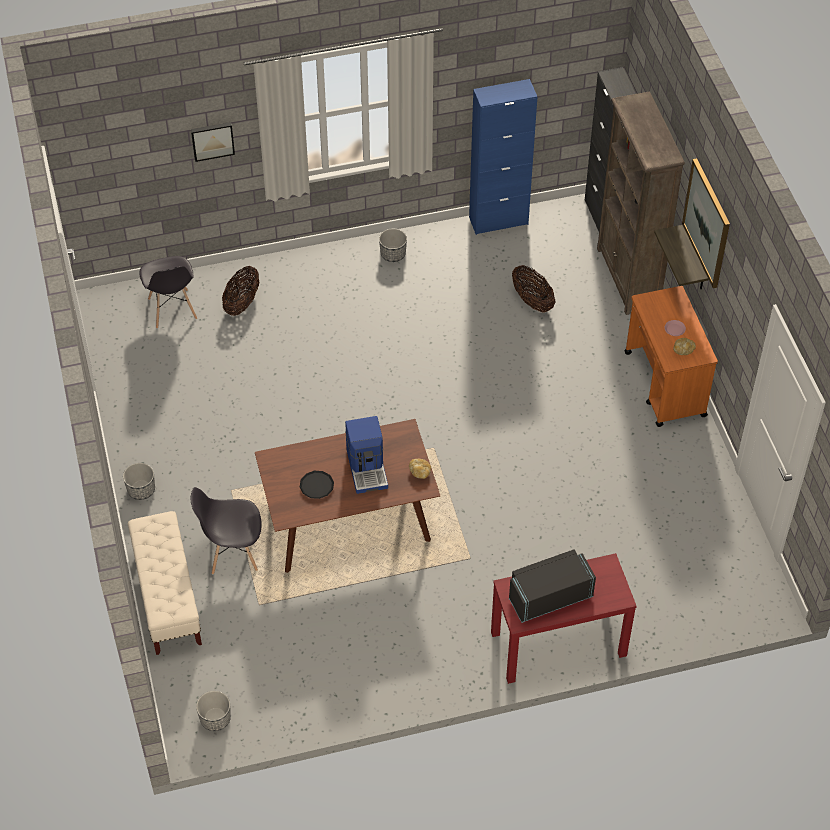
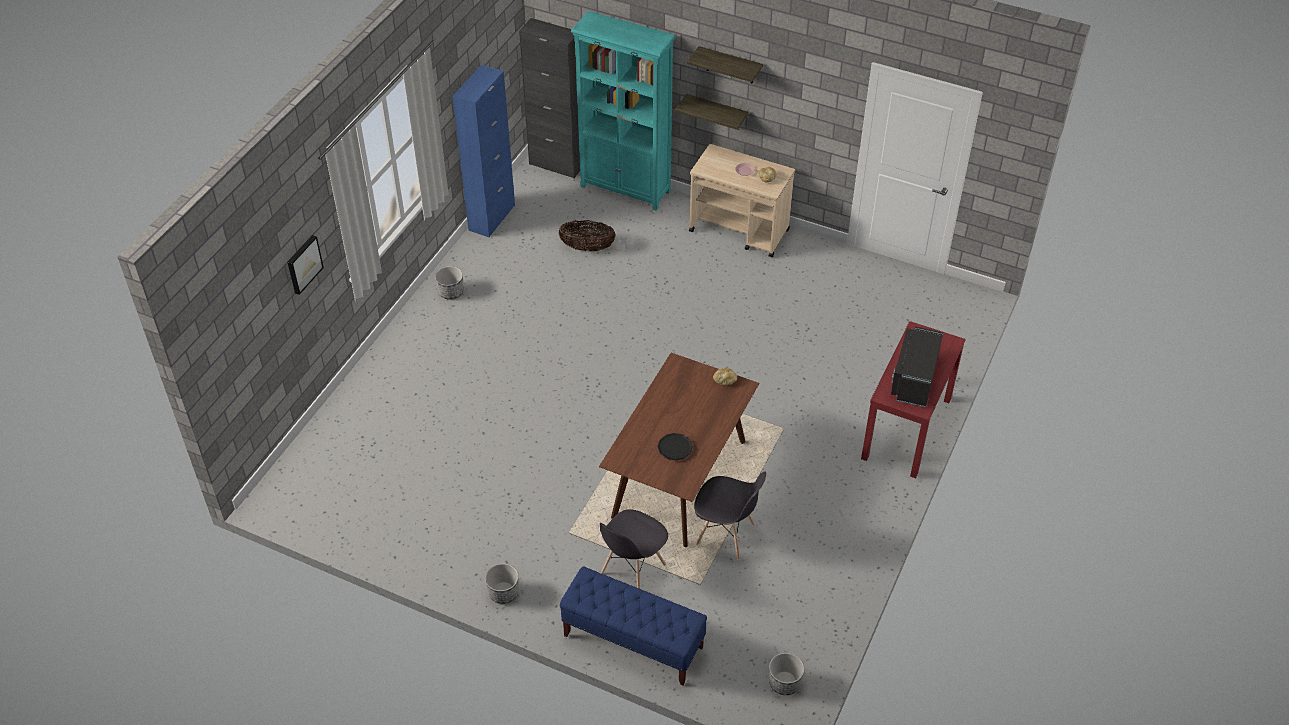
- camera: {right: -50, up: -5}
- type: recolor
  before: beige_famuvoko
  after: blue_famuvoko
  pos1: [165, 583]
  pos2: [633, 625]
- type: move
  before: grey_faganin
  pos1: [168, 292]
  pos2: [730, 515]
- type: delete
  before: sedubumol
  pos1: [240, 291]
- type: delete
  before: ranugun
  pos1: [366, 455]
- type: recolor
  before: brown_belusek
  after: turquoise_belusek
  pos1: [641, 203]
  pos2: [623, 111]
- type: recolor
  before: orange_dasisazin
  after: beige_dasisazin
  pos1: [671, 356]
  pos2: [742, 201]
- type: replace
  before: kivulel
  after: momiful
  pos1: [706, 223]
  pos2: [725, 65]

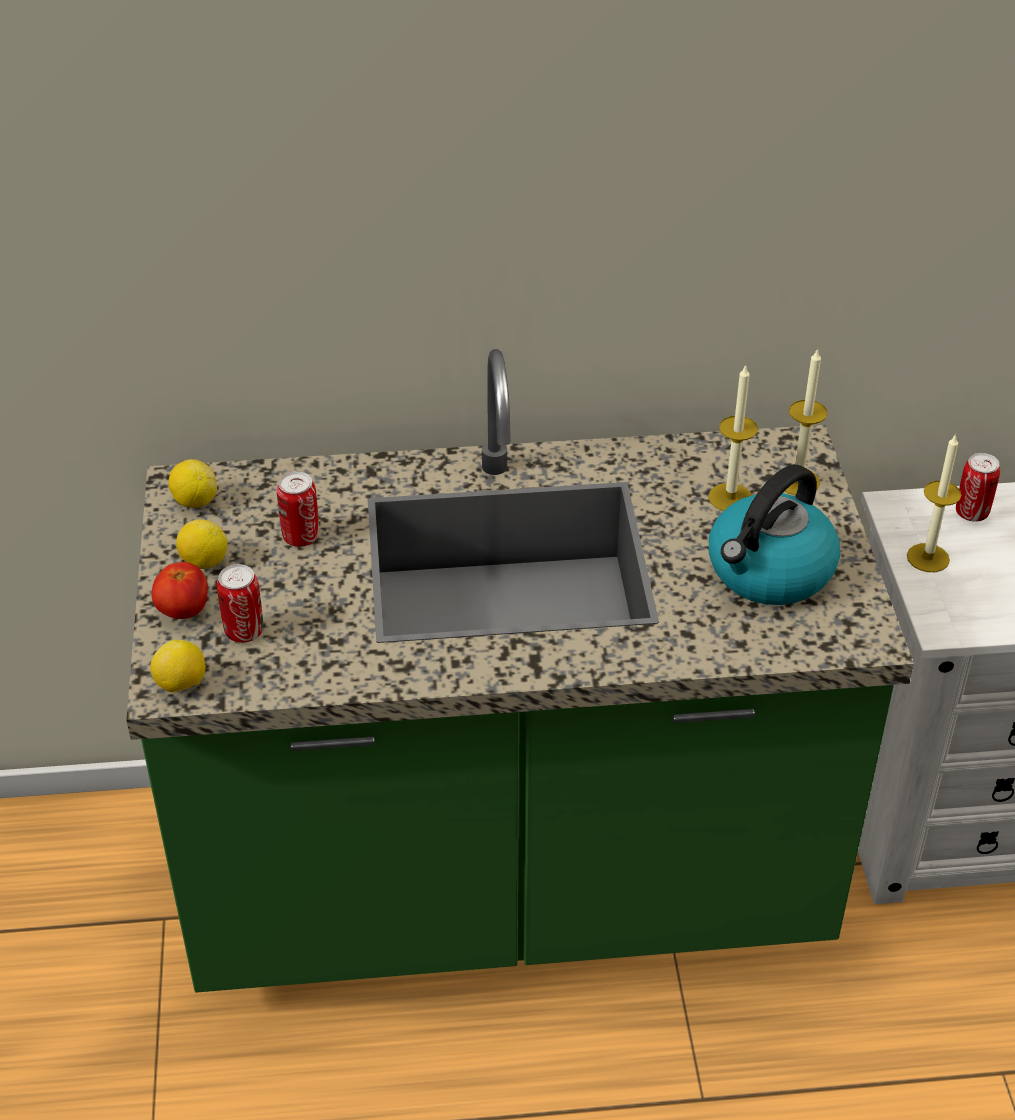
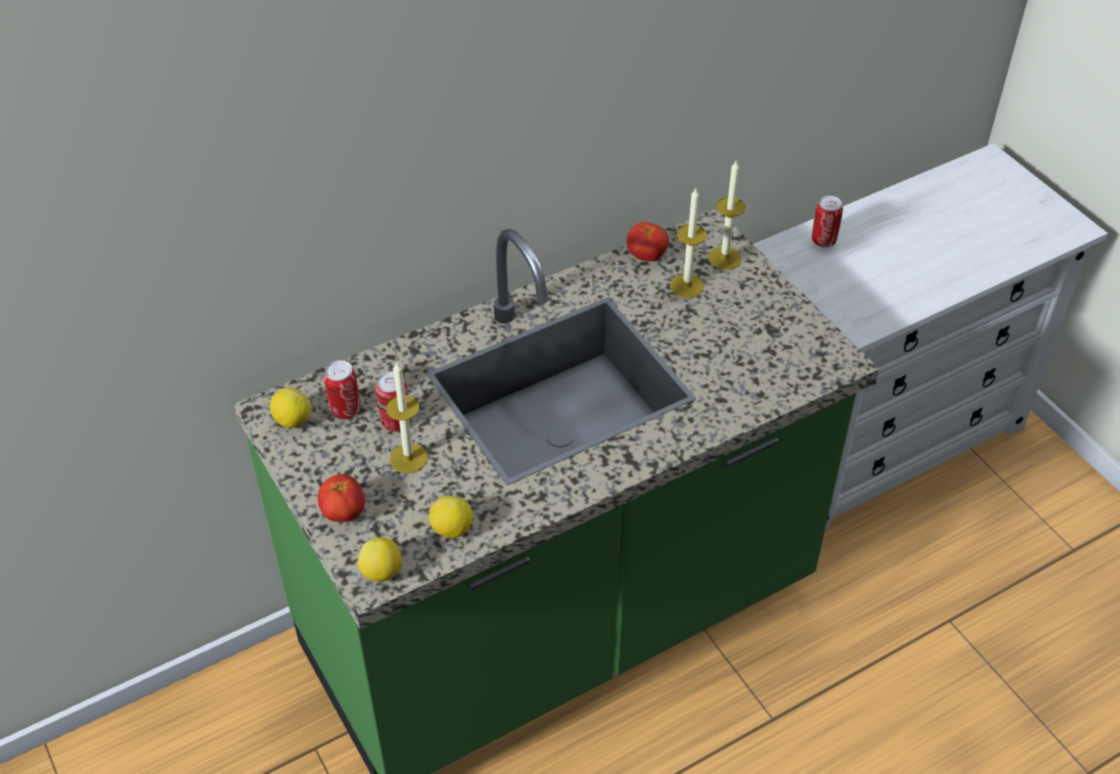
- camera: {right: -25, up: 5}
- type: move
  before: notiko
  pos1: [202, 544]
  pos2: [451, 517]
- type: move
  before: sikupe
  pos1: [240, 603]
  pos2: [342, 389]
- type: delete
  before: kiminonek
  pos1: [774, 534]
- type: move
  before: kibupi
  pos1: [934, 503]
  pos2: [407, 417]
- type: insert
  after: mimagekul
  pos2: [648, 241]

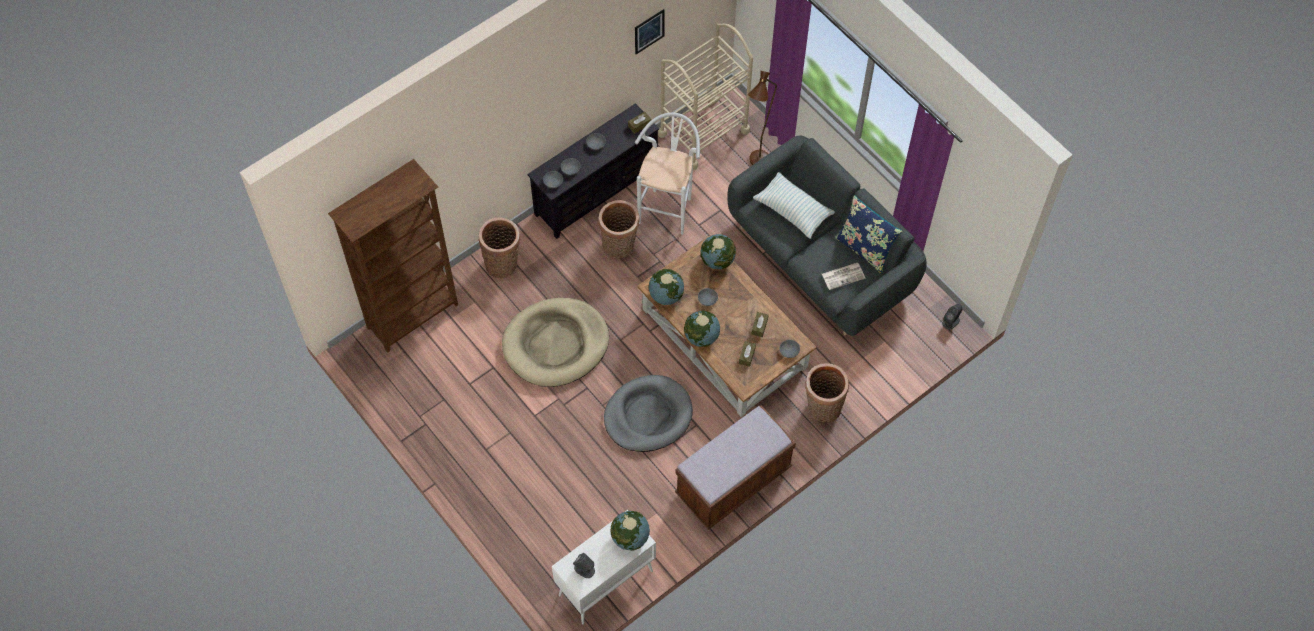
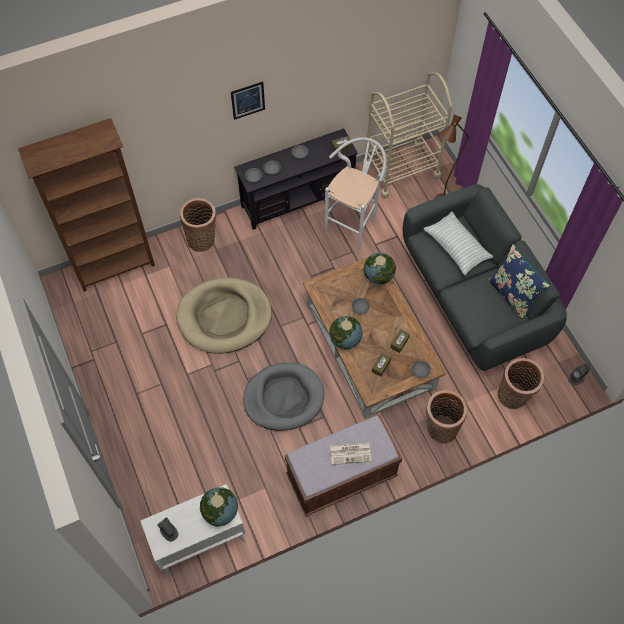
- camera: {right: 15, up: 0}
- type: move
  before: sedubumol
  pos1: [619, 229]
  pos2: [520, 383]
- type: move
  before: kivulel
  pos1: [650, 31]
  pos2: [248, 100]
- type: delete
  before: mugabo
  pos1: [666, 287]
- type: move
  before: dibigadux
  pos1: [843, 276]
  pos2: [350, 454]

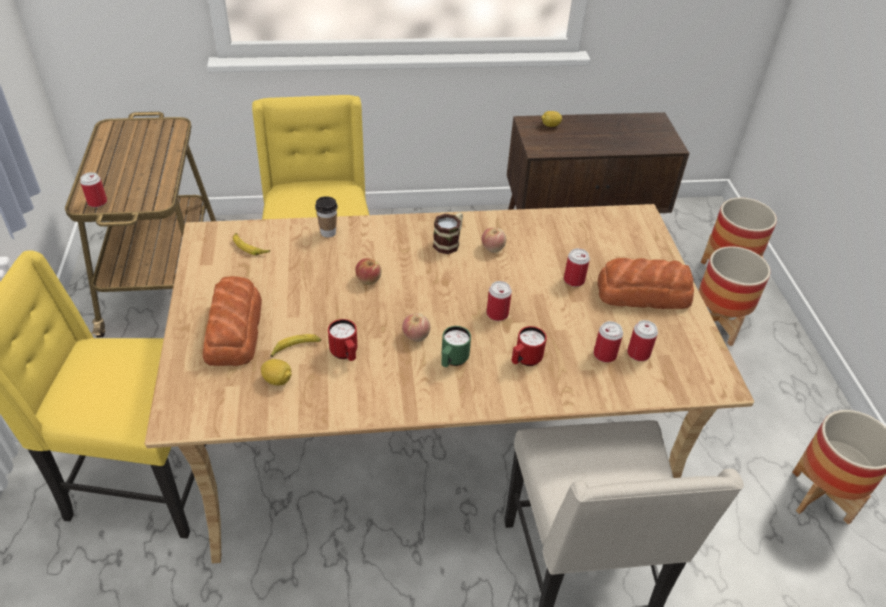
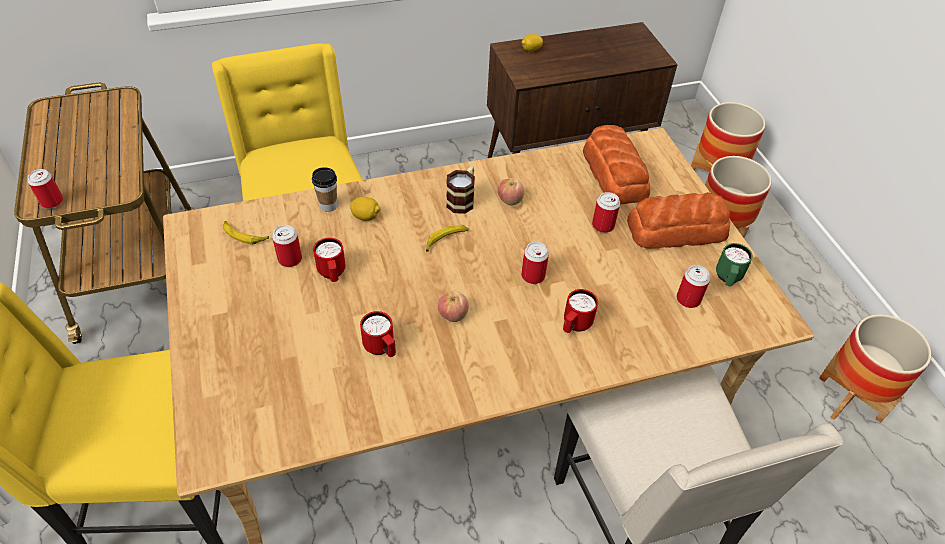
- camera: {right: -10, up: 5}
- type: move
  before: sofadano
  pos1: [232, 321]
  pos2: [616, 164]
- type: move
  before: notiko
  pos1: [276, 372]
  pos2: [365, 209]
- type: move
  before: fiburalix
  pos1: [295, 345]
  pos2: [447, 238]
- type: delete
  before: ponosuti
  pos1: [368, 271]
- type: move
  before: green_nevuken
  pos1: [456, 346]
  pos2: [734, 264]
- type: move
  before: sikupe
  pos1: [608, 342]
  pos2: [287, 246]
- type: insert
  after: red_nevuken
  pos2: [329, 260]

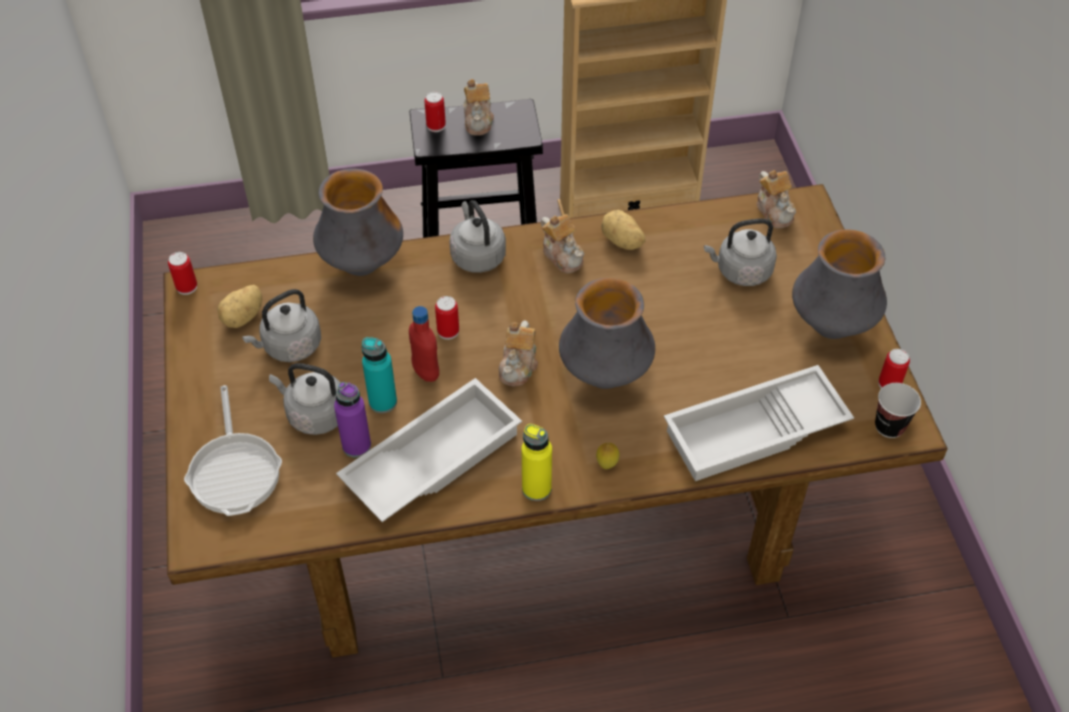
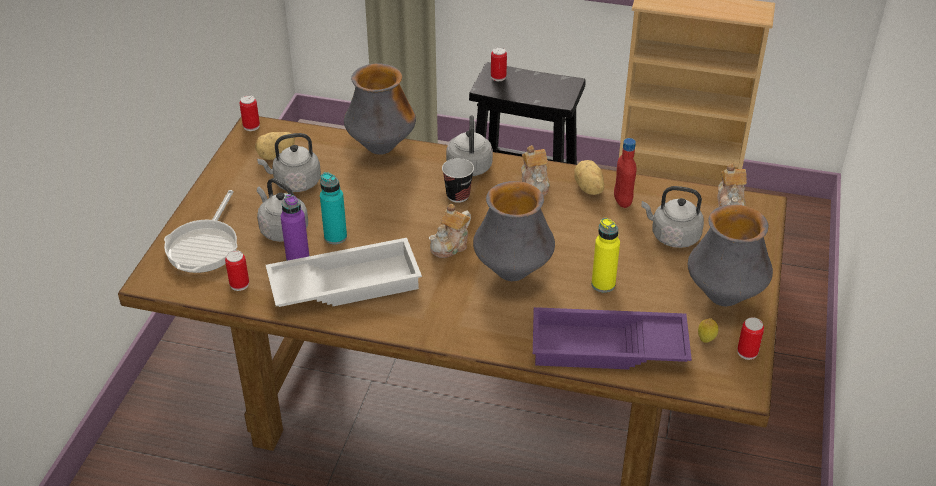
- camera: {right: 25, up: -10}
- type: move
  before: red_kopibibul
  pos1: [424, 344]
  pos2: [625, 173]
- type: move
  before: sikupe
  pos1: [447, 318]
  pos2: [237, 270]
- type: delete
  before: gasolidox
  pos1: [479, 107]
- type: move
  before: yellow_kopibibul
  pos1: [537, 462]
  pos2: [605, 255]
- type: move
  before: notiko
  pos1: [607, 456]
  pos2: [708, 330]
- type: recolor
  before: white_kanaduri
  after: purple_kanaduri
  pos1: [759, 423]
  pos2: [612, 338]
- type: move
  before: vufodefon
  pos1: [898, 410]
  pos2: [458, 180]

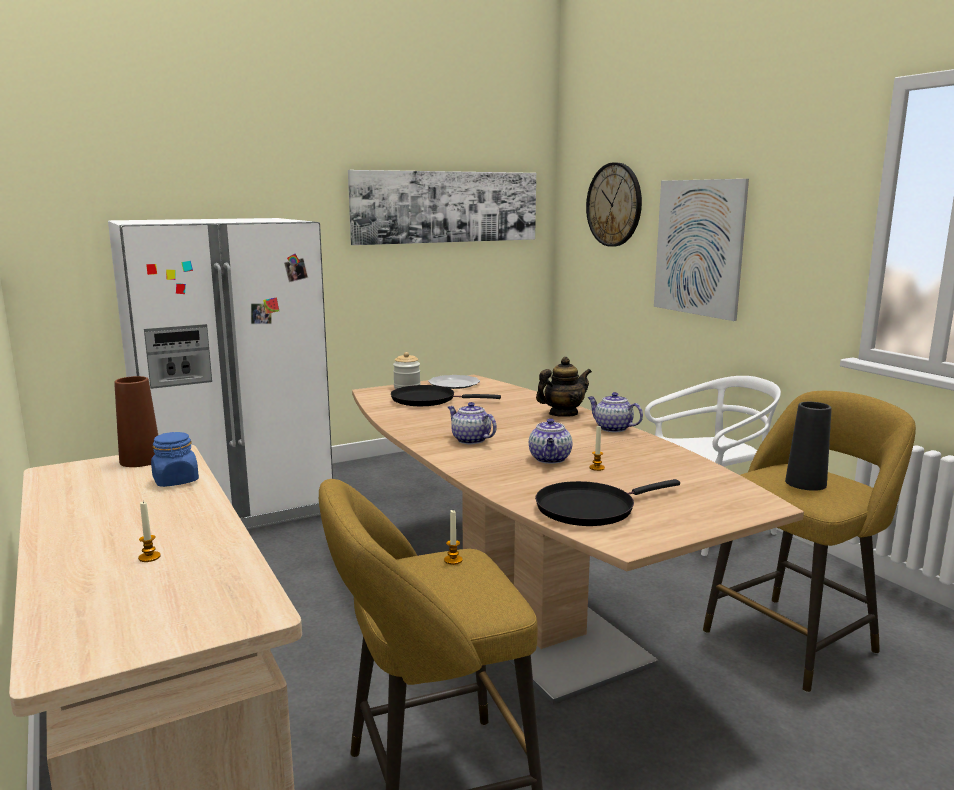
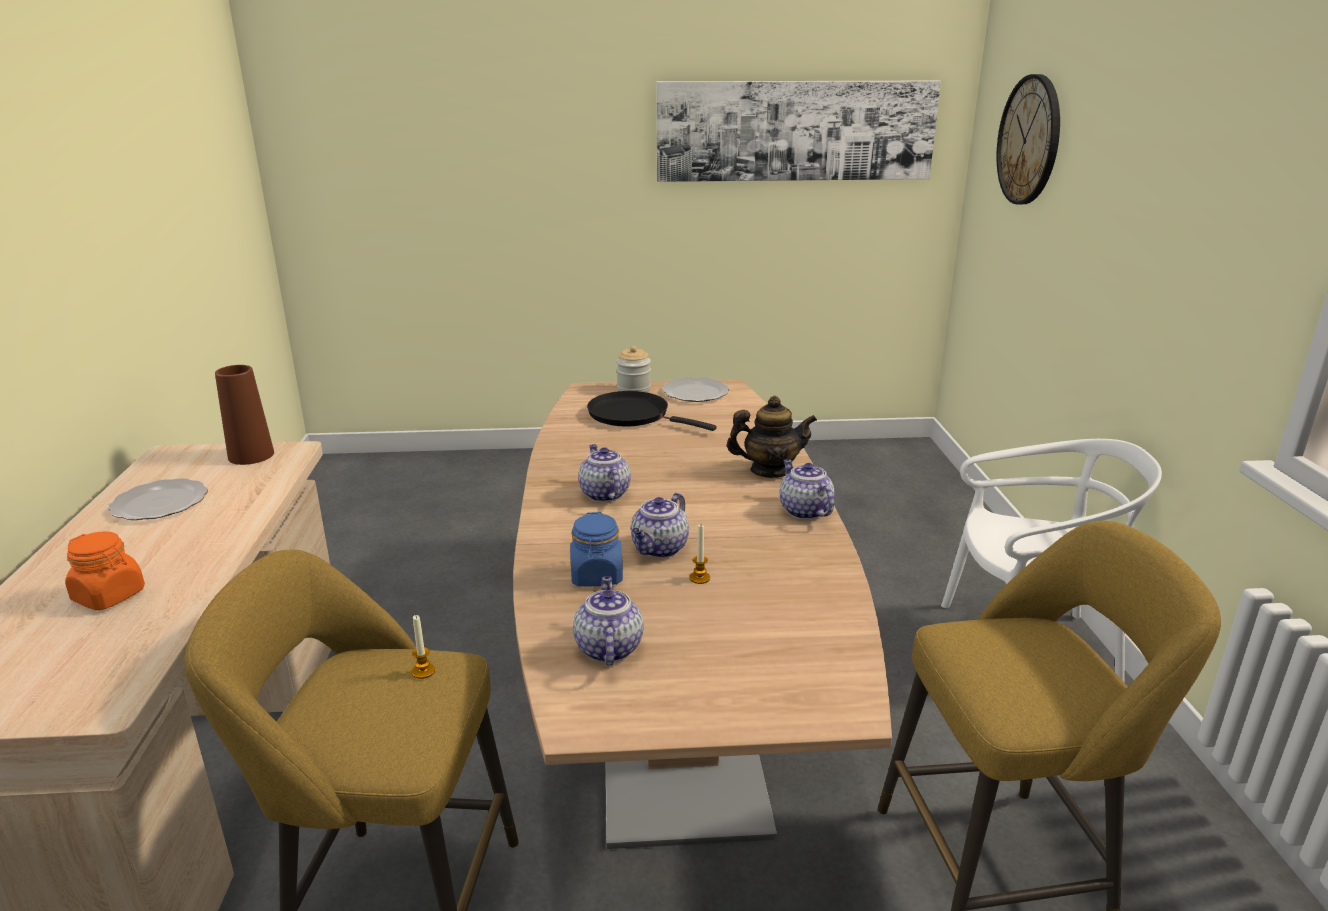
- camera: {right: 25, up: 10}
- type: delete
  before: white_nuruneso
  pos1: [220, 373]
- type: replace
  before: kibupi
  after: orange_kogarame
  pos1: [149, 532]
  pos2: [105, 570]
- type: move
  before: blue_kogarame
  pos1: [175, 459]
  pos2: [596, 549]
- type: replace
  before: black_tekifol
  after: gasolidox
  pos1: [607, 502]
  pos2: [608, 620]
- type: delete
  before: kivulel
  pos1: [701, 250]
- type: delete
  before: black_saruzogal
  pos1: [808, 446]
- type: insert
  after: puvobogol
  pos2: [158, 499]

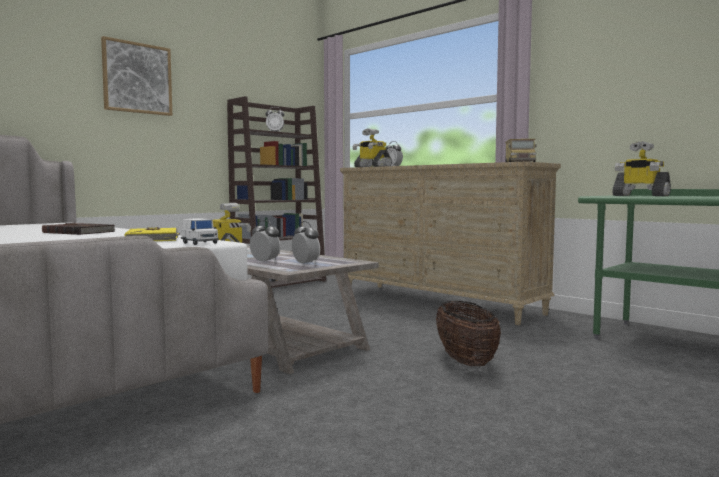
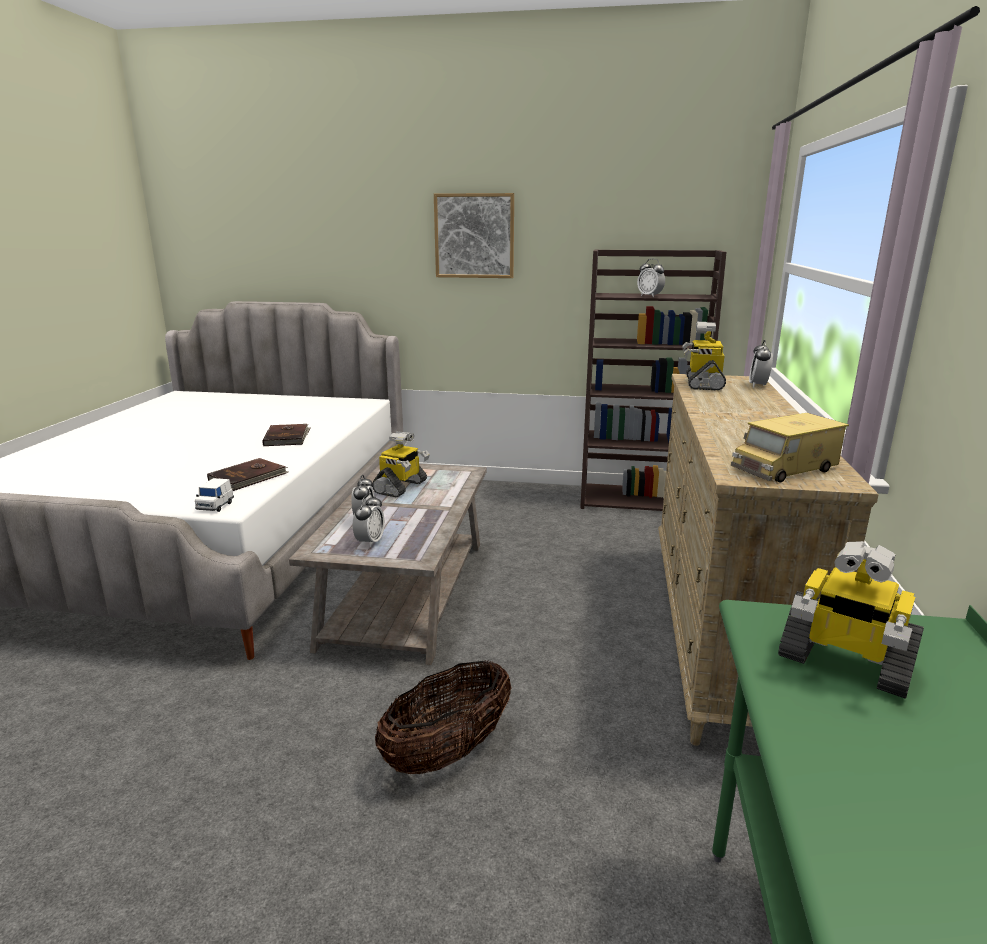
- camera: {right: 55, up: 15}
- type: recolor
  before: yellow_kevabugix
  after: brown_kevabugix
  pos1: [152, 234]
  pos2: [247, 474]
- type: rotate
  before: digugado
  pos1: [641, 168]
  pos2: [851, 620]
  turn: -60

